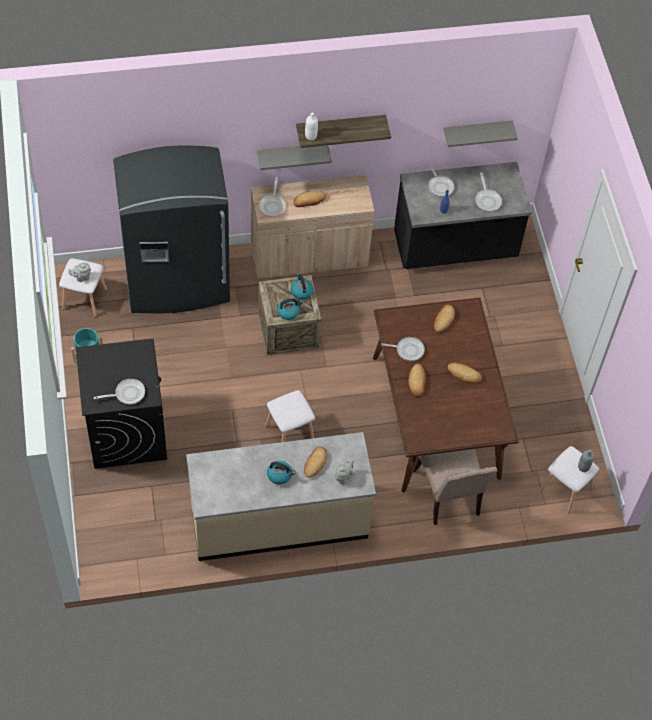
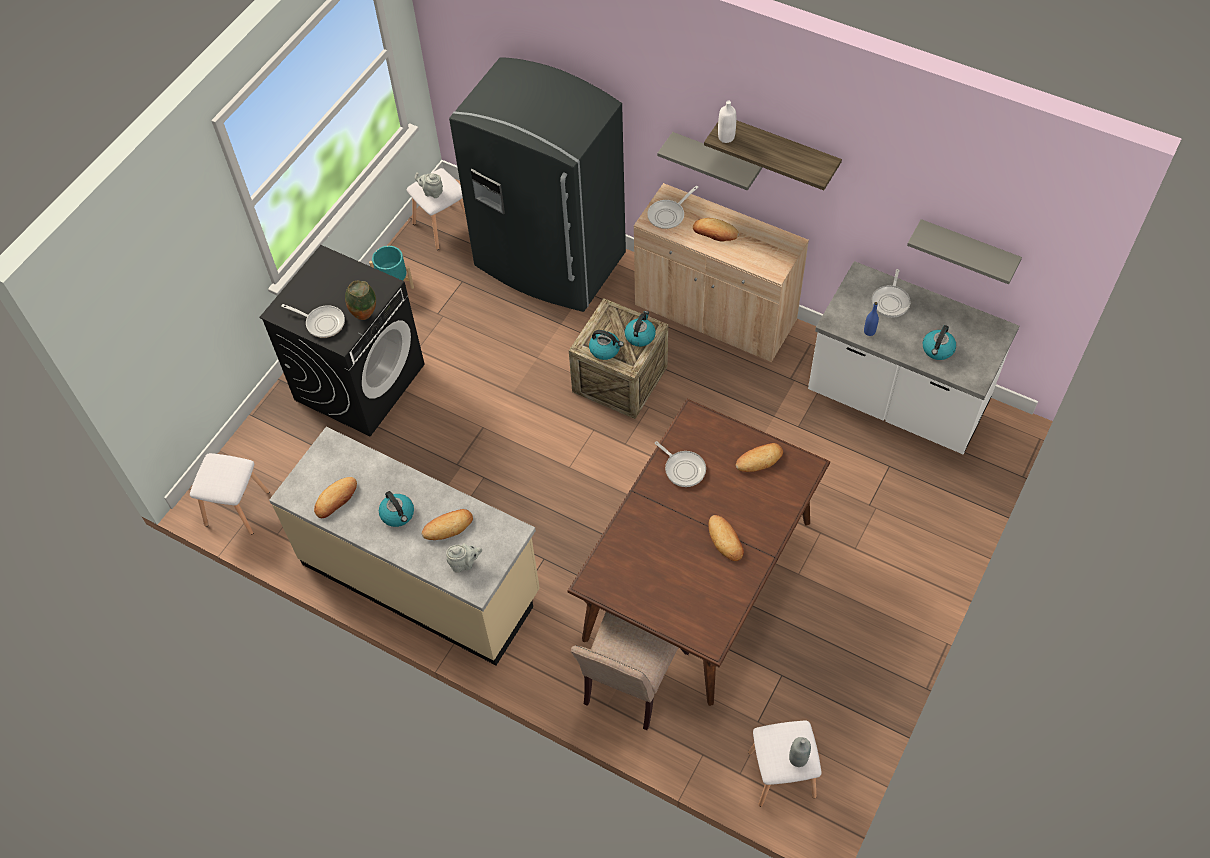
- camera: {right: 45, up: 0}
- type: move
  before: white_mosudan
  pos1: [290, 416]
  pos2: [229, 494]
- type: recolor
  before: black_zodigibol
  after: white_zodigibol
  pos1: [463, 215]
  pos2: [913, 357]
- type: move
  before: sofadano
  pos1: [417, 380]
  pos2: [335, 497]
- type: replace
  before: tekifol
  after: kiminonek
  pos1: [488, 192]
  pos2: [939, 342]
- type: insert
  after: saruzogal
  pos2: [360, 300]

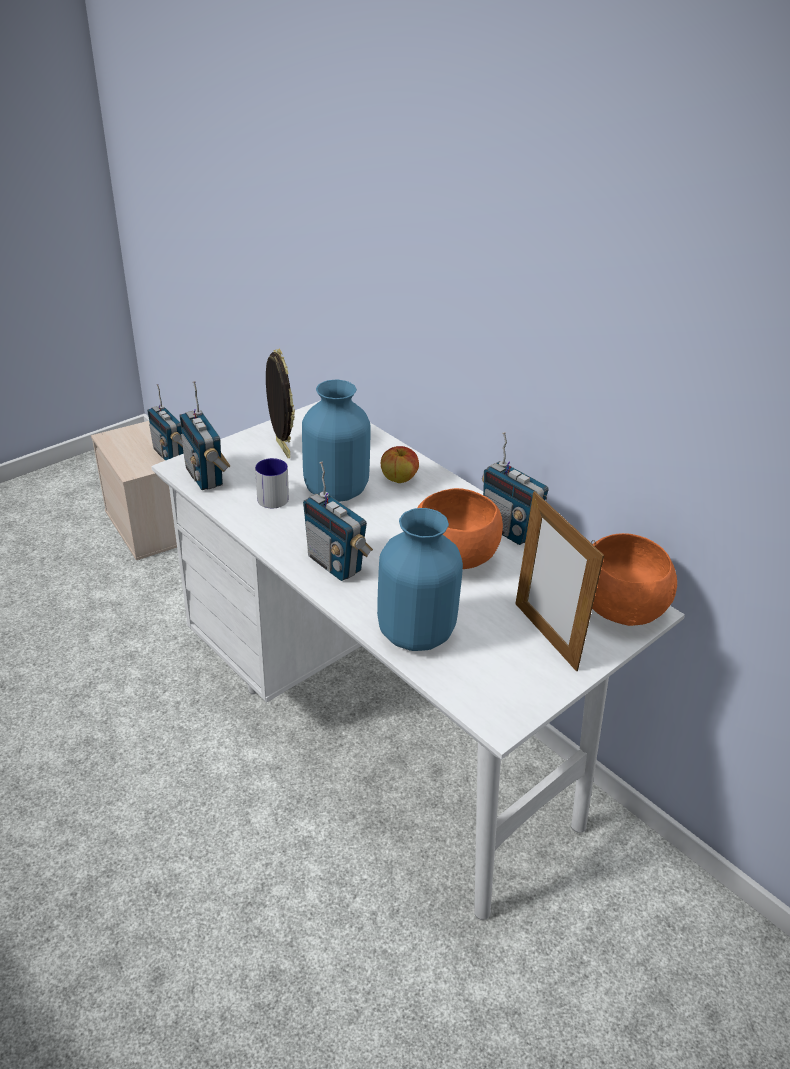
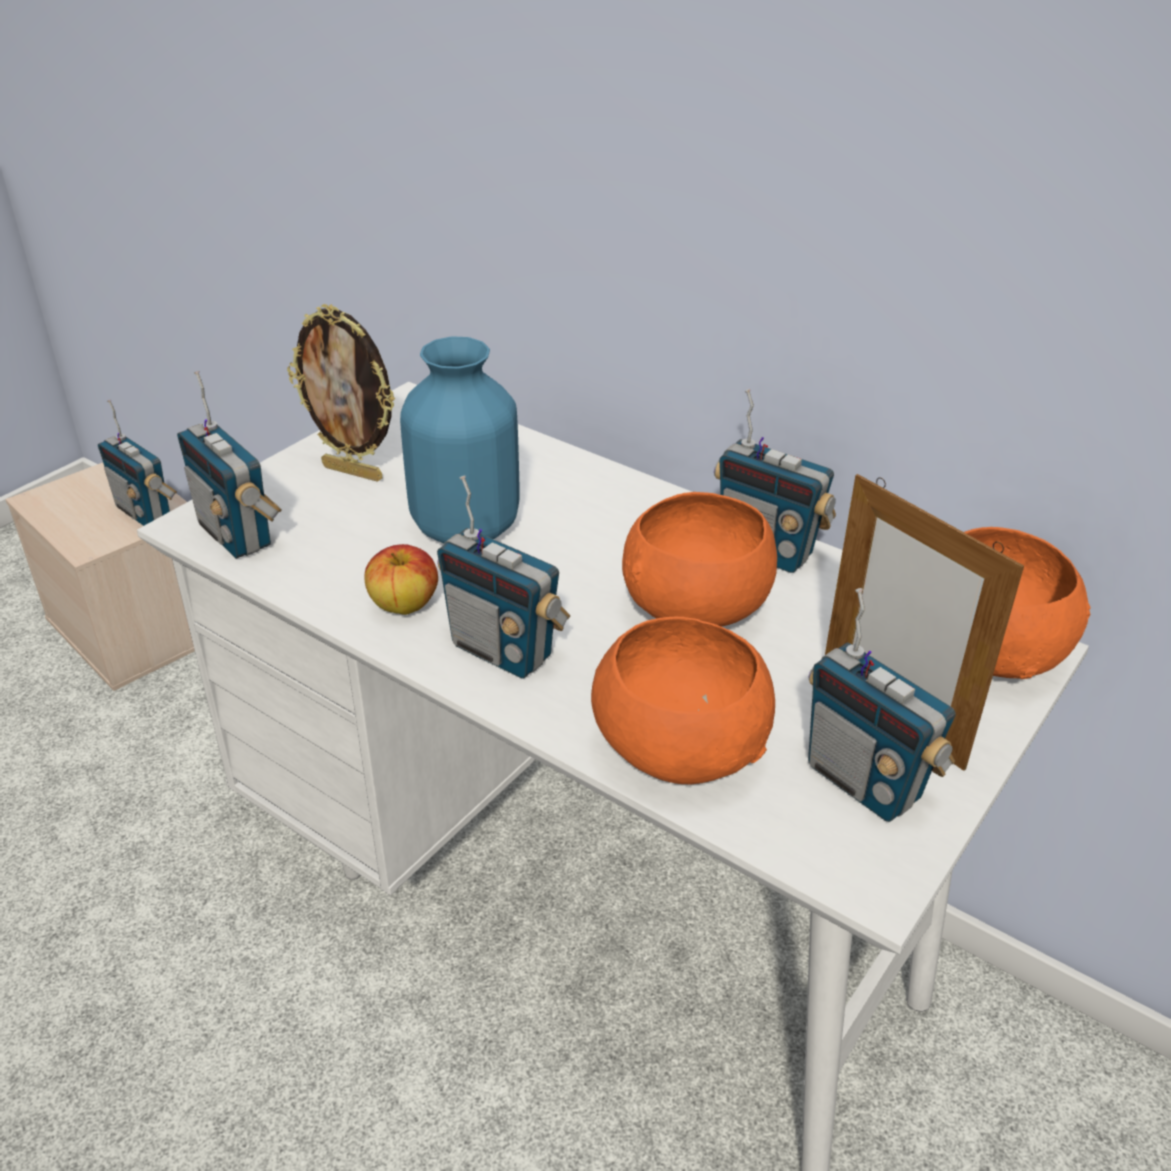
- camera: {right: -10, up: 0}
- type: delete
  before: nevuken
  pos1: [272, 483]
- type: rotate
  before: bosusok
  pos1: [280, 403]
  pos2: [341, 393]
  turn: 150
- type: replace
  before: blue_saruzogal
  after: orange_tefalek
  pos1: [420, 579]
  pos2: [683, 700]
- type: move
  before: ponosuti
  pos1: [400, 464]
  pos2: [401, 579]
- type: insert
  after: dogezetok
  pos2: [882, 705]

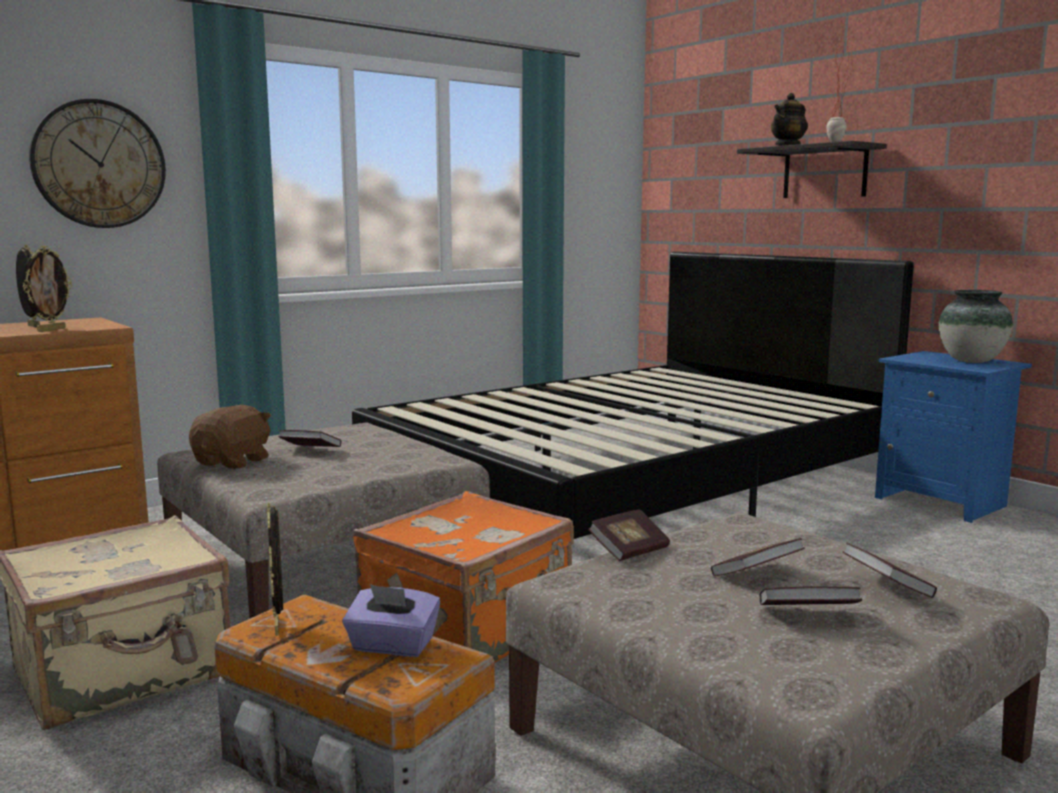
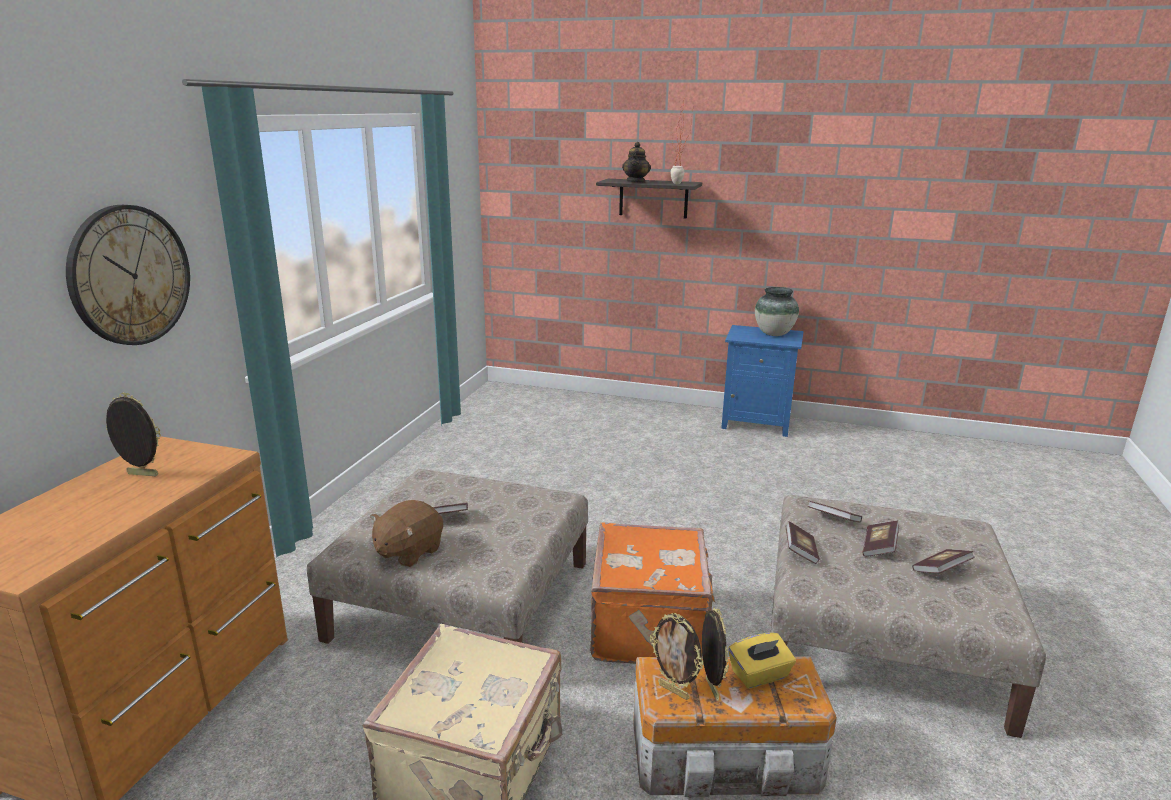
- camera: {right: -35, up: 10}
- type: move
  before: bosusok
  pos1: [47, 289]
  pos2: [715, 654]
- type: rotate
  before: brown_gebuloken
  pos1: [230, 437]
  pos2: [406, 533]
  turn: -135
- type: recolor
  before: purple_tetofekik
  after: yellow_tetofekik
  pos1: [391, 620]
  pos2: [762, 661]
- type: delete
  before: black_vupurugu
  pos1: [633, 395]
- type: move
  before: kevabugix
  pos1: [890, 570]
  pos2: [835, 512]

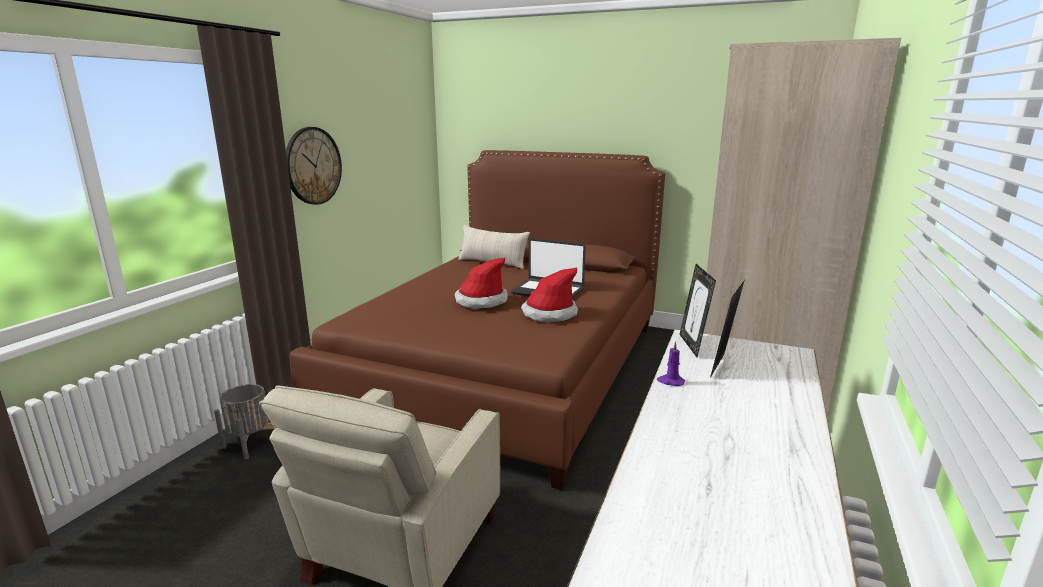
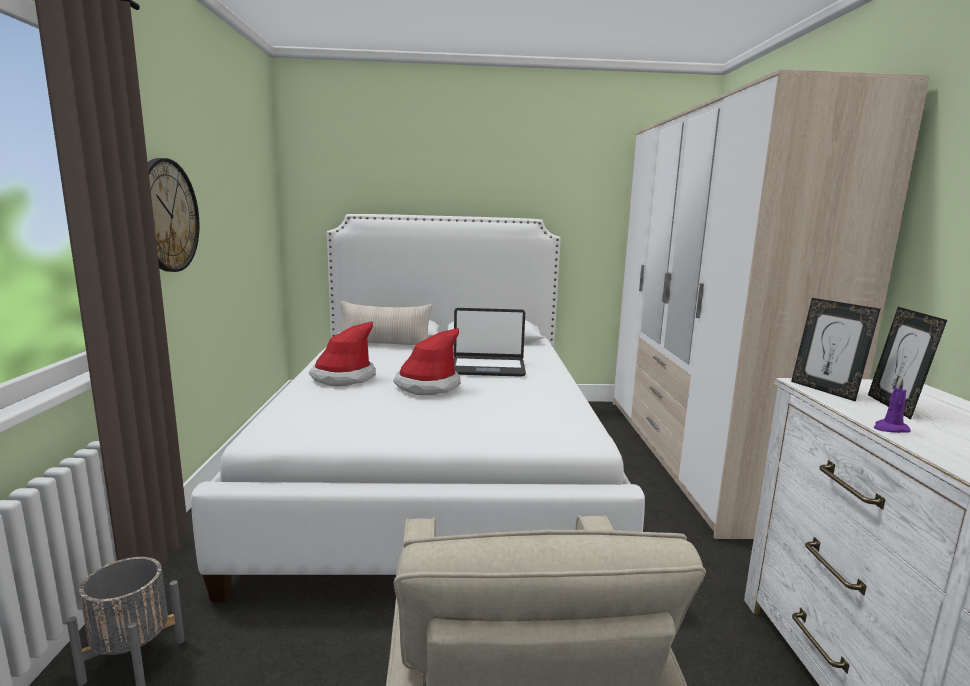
- camera: {right: -25, up: -5}
- type: recolor
  before: brown_vupurugu
  after: white_vupurugu
  pos1: [477, 320]
  pos2: [418, 408]
- type: move
  before: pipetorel
  pos1: [549, 295]
  pos2: [342, 353]

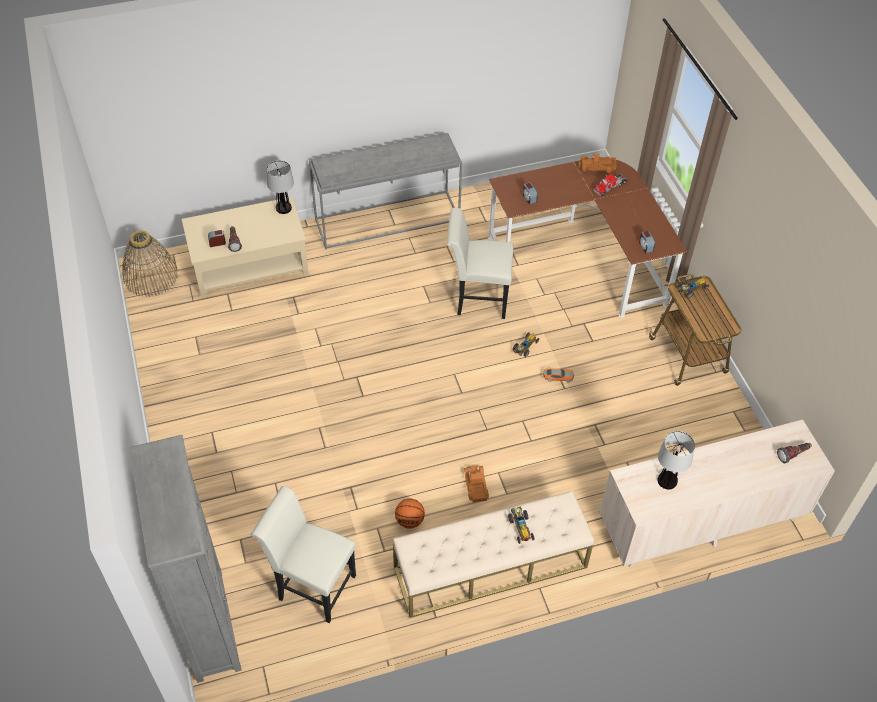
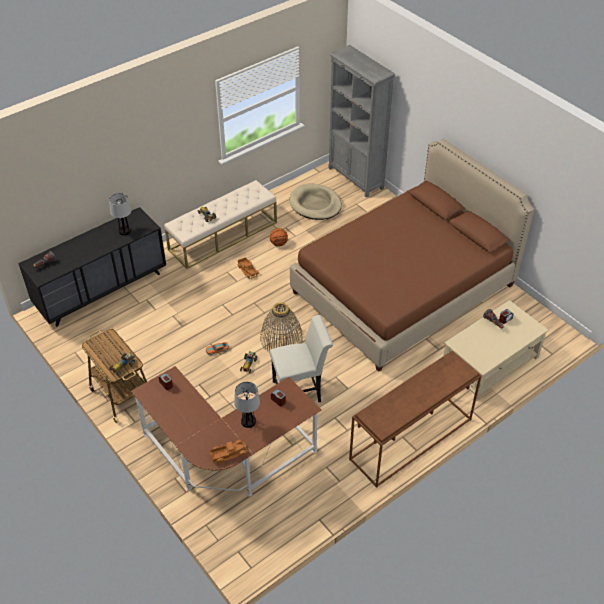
- camera: {right: 160, up: -5}
- type: move
  before: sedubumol
  pos1: [150, 263]
  pos2: [281, 326]
- type: replace
  before: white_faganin
  after: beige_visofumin
  pos1: [303, 554]
  pos2: [315, 201]
- type: move
  before: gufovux
  pos1: [280, 187]
  pos2: [247, 405]
- type: recolor
  before: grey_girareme
  after: brown_girareme
  pos1: [385, 191]
  pos2: [415, 419]
- type: delete
  before: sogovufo
  pos1: [610, 185]
- type: recolor
  before: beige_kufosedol
  after: black_kufosedol
  pos1: [717, 493]
  pos2: [92, 267]
- type: insert
  after: brown_vupurugu
  pos2: [412, 255]

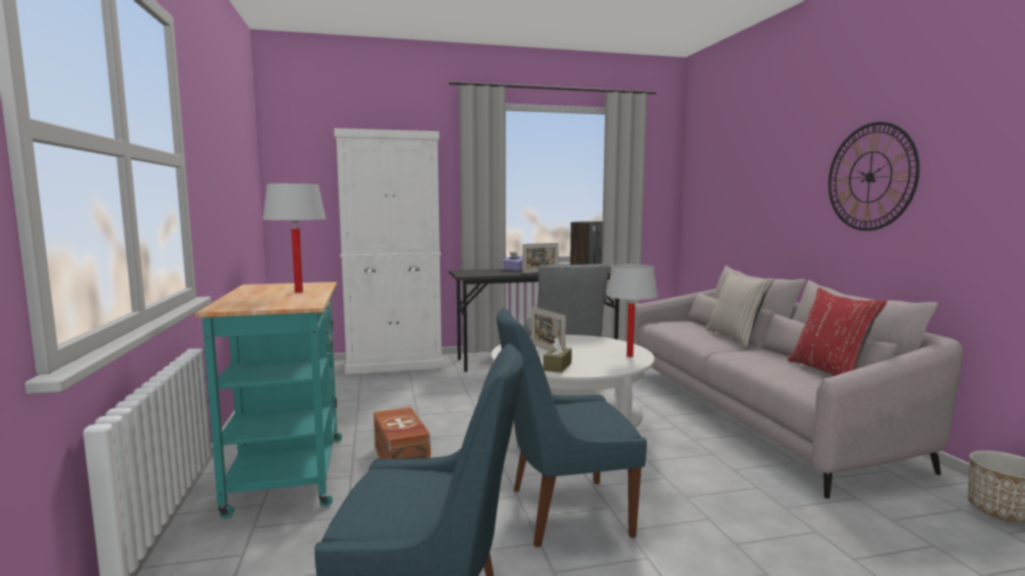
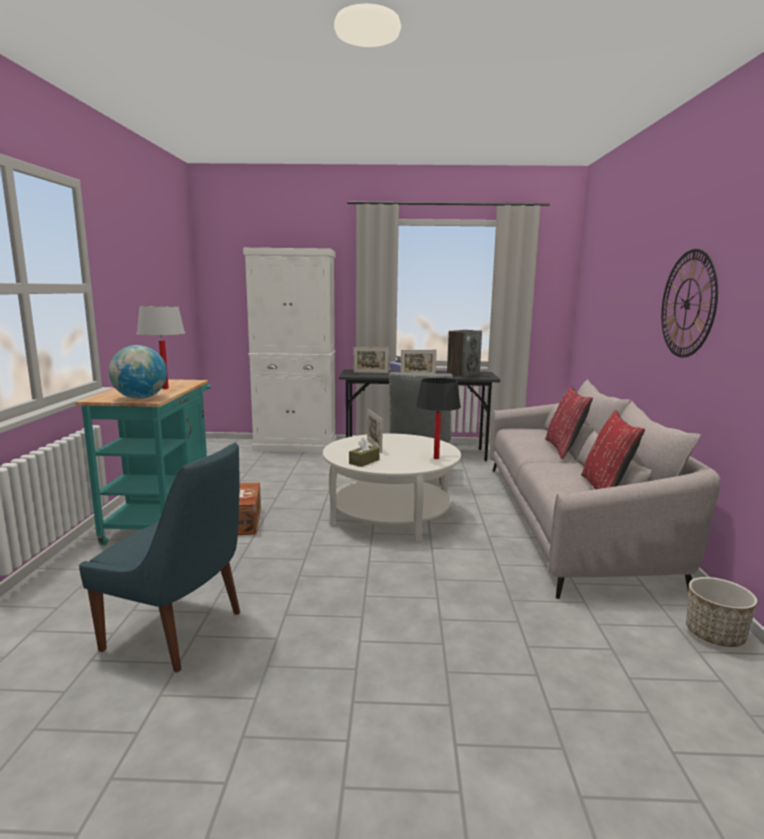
- camera: {right: 15, up: 5}
- type: delete
  before: blue_faganin
  pos1: [571, 428]
- type: recolor
  before: white_gufovux
  after: black_gufovux
  pos1: [632, 310]
  pos2: [438, 418]
- type: recolor
  before: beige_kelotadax
  after: red_kelotadax
  pos1: [739, 309]
  pos2: [569, 422]
- type: insert
  after: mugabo
  pos2: [138, 372]
- type: insert
  after: bosusok
  pos2: [371, 360]

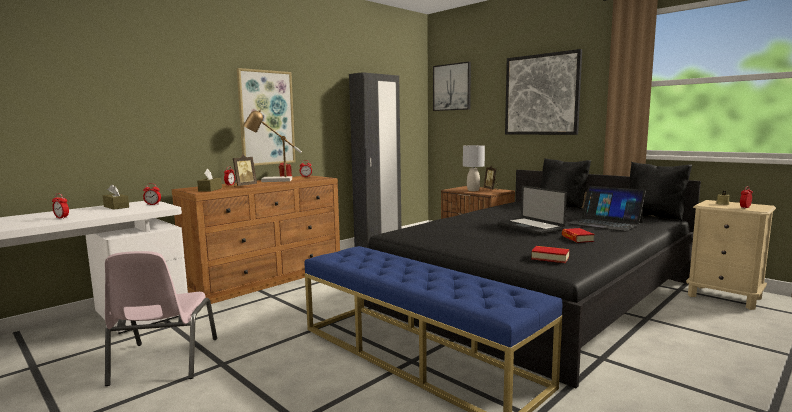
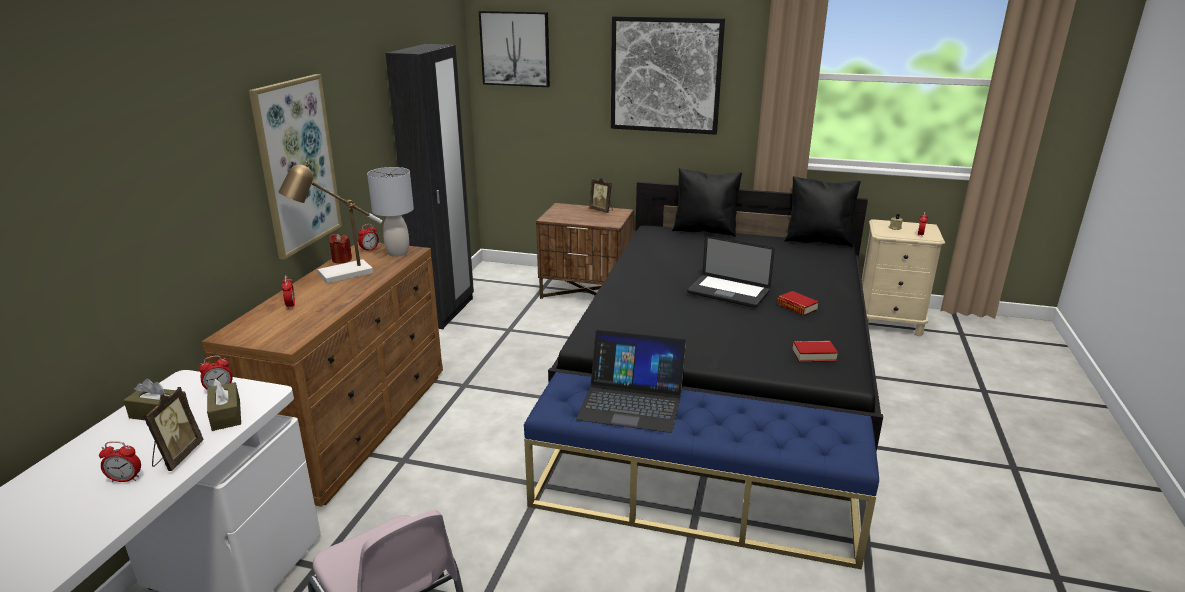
- camera: {right: -30, up: 15}
- type: move
  before: brown_tetofekik
  pos1: [209, 180]
  pos2: [224, 405]
- type: move
  before: bosusok
  pos1: [245, 170]
  pos2: [173, 429]
- type: move
  before: grey_gufovux
  pos1: [474, 168]
  pos2: [390, 212]
- type: move
  before: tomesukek
  pos1: [606, 209]
  pos2: [631, 381]

